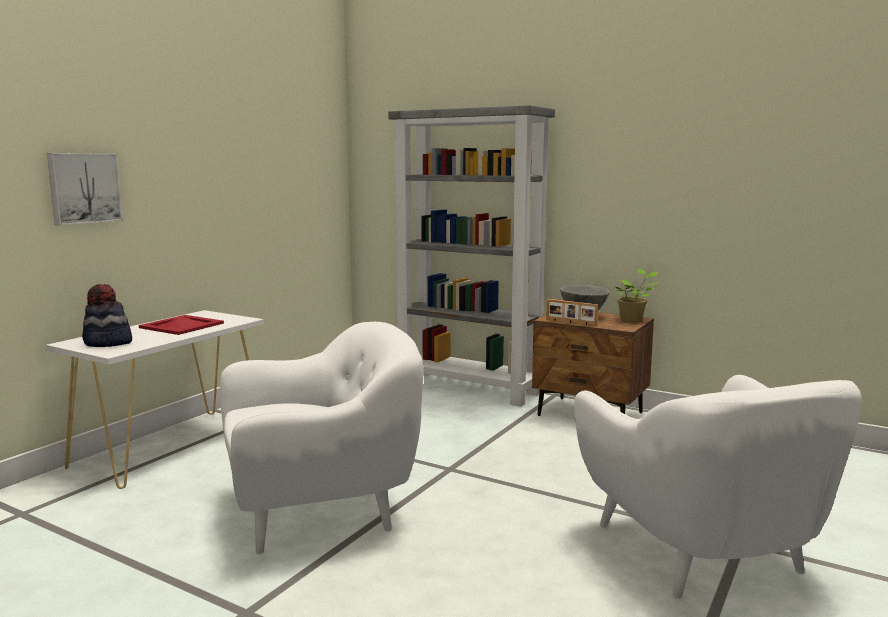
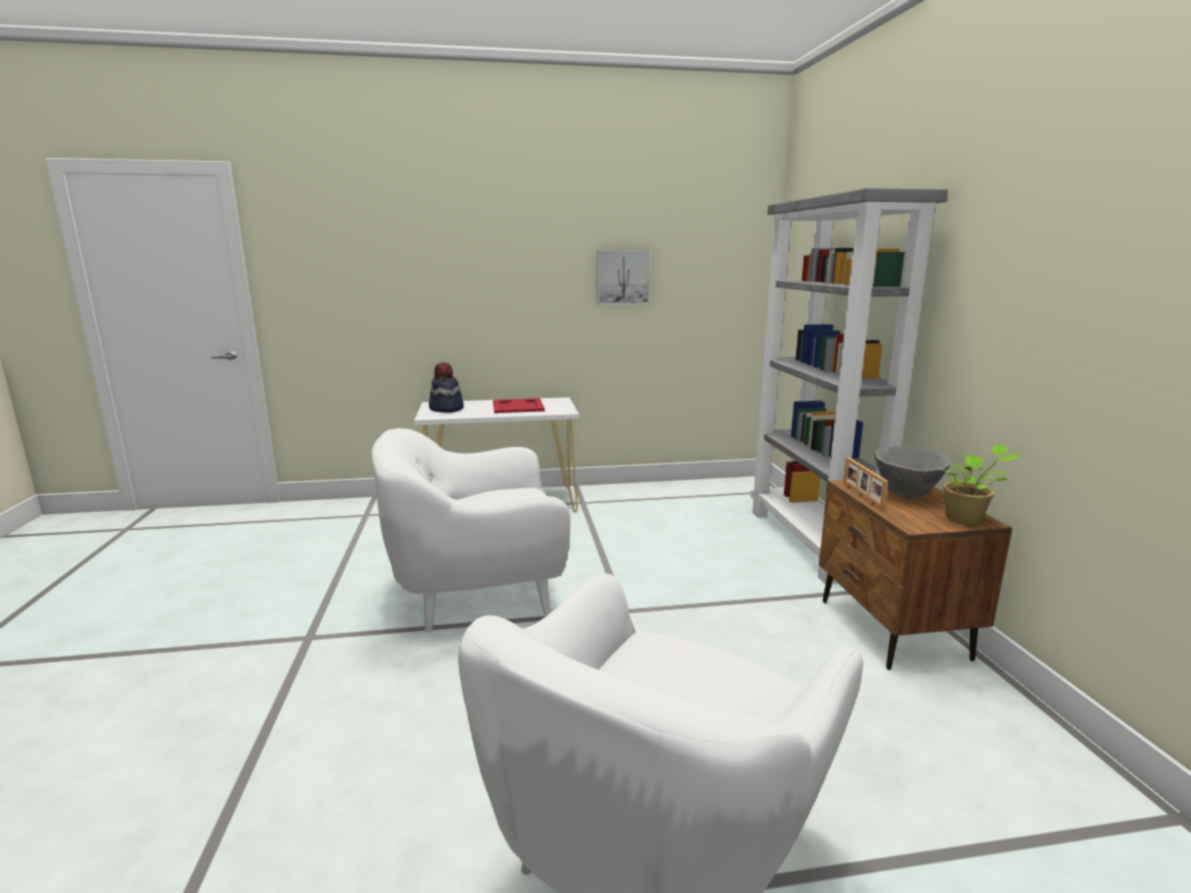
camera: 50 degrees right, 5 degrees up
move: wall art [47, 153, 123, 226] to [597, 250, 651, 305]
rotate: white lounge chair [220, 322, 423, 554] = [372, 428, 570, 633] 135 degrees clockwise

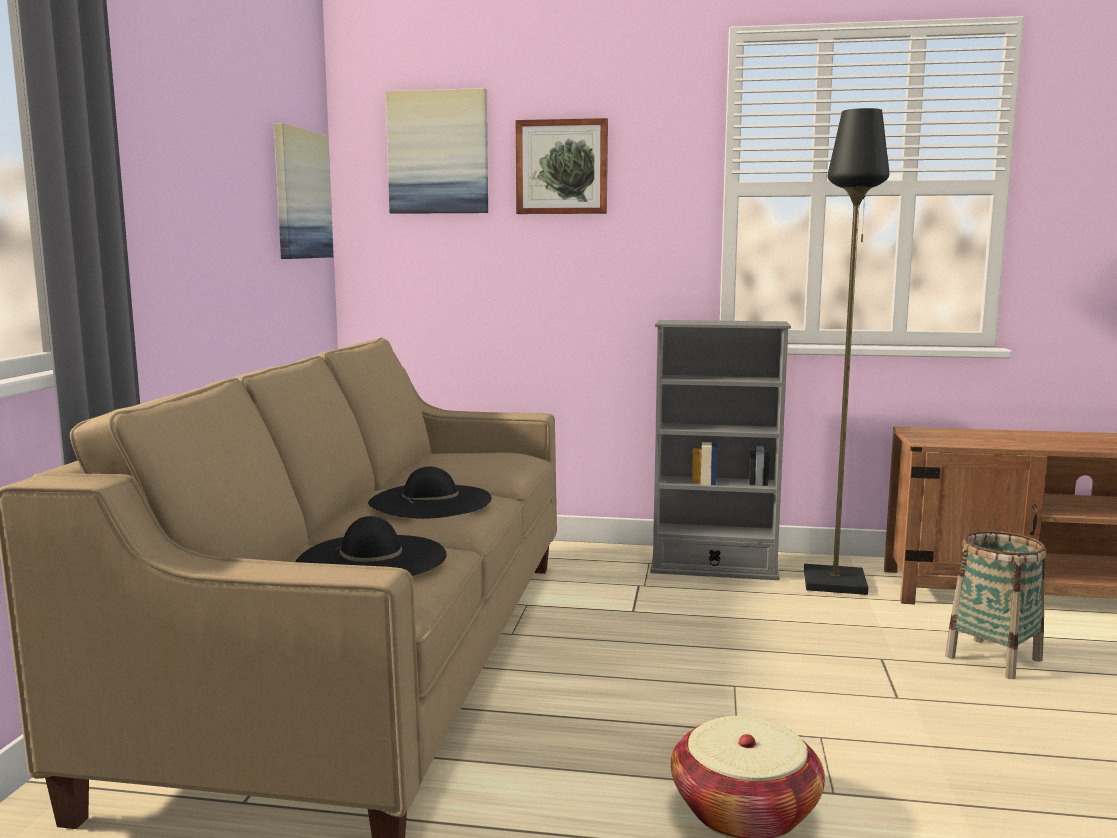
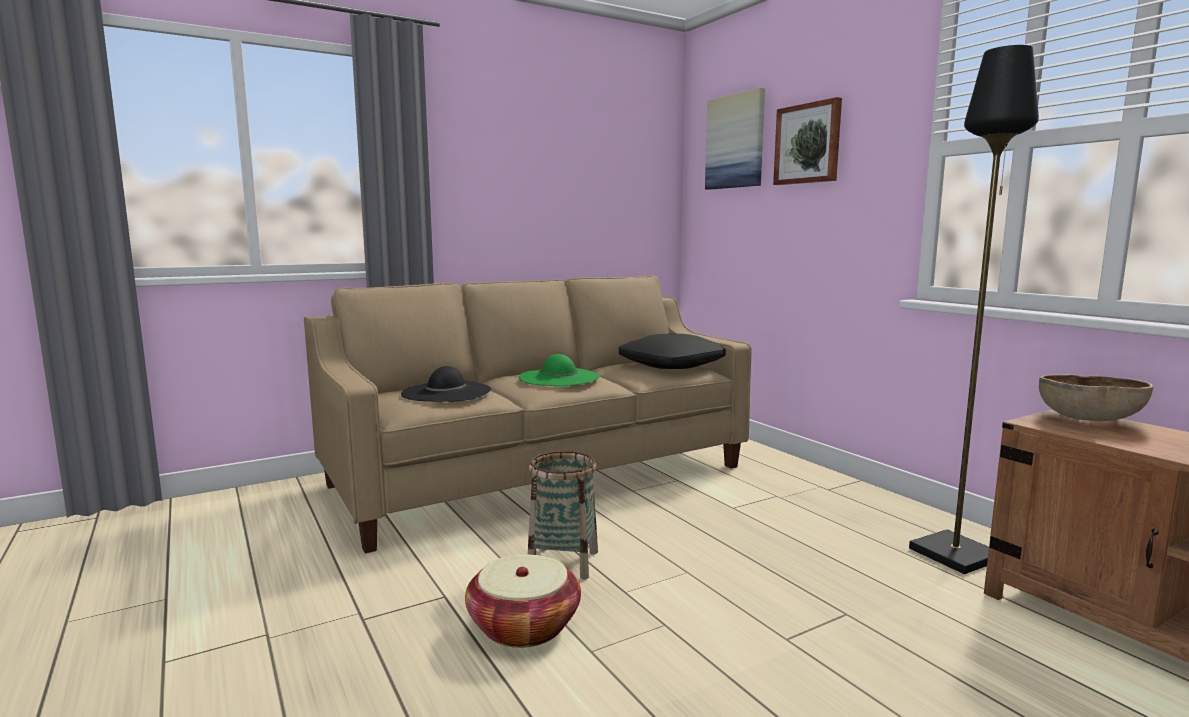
camera: 50 degrees right, 0 degrees up
delete: wall art [274, 123, 333, 259]; grey bookcase [650, 320, 791, 580]
insert: black-coloured throw pillow [619, 334, 726, 369]; brownish serving bowl [1039, 375, 1153, 421]
move: basket [945, 531, 1046, 679] to [528, 451, 598, 580]
recolor: black-coloured clothing hat [368, 467, 492, 519] to greenish clothing hat [519, 354, 600, 386]

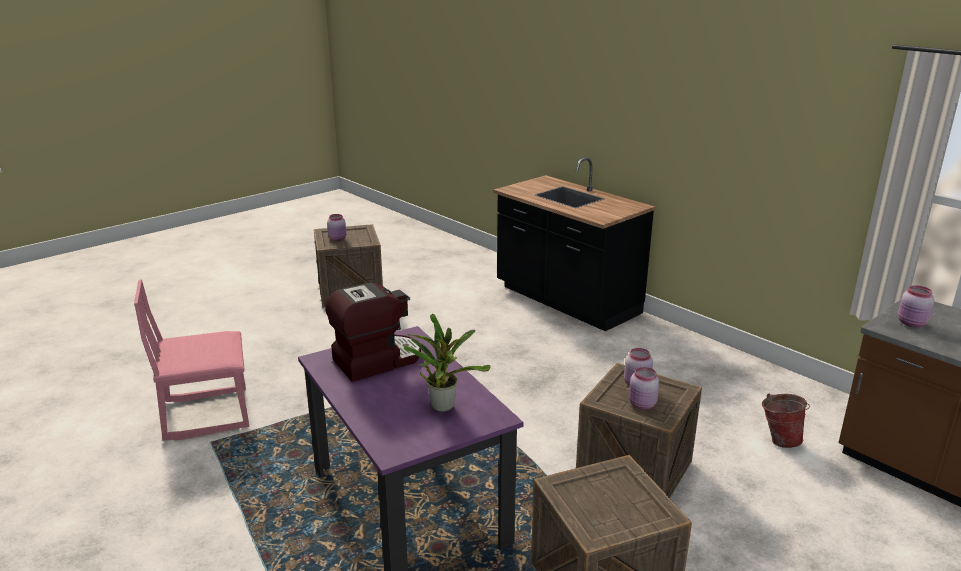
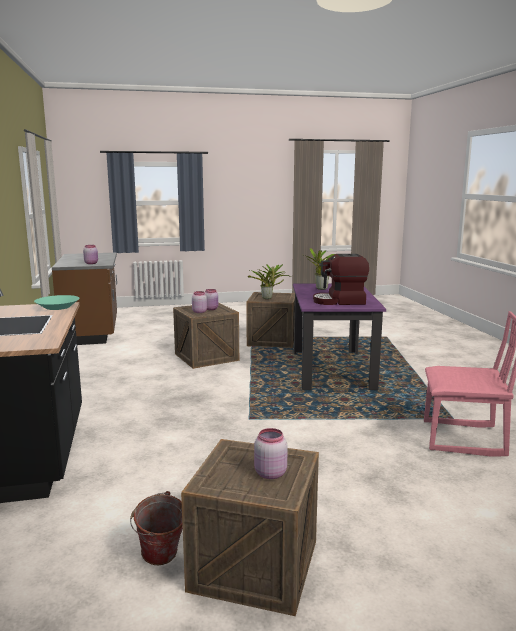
camera: 150 degrees left, 10 degrees down
insert: turquoise-coloured serving bowl [34, 295, 80, 310]; potted plant [248, 263, 291, 299]
move: water bucket [762, 394, 810, 448] to [130, 491, 183, 565]

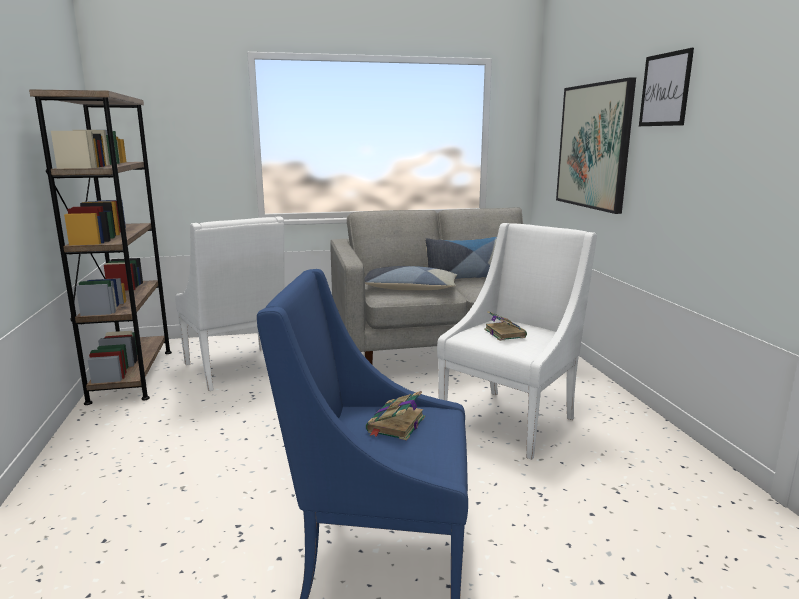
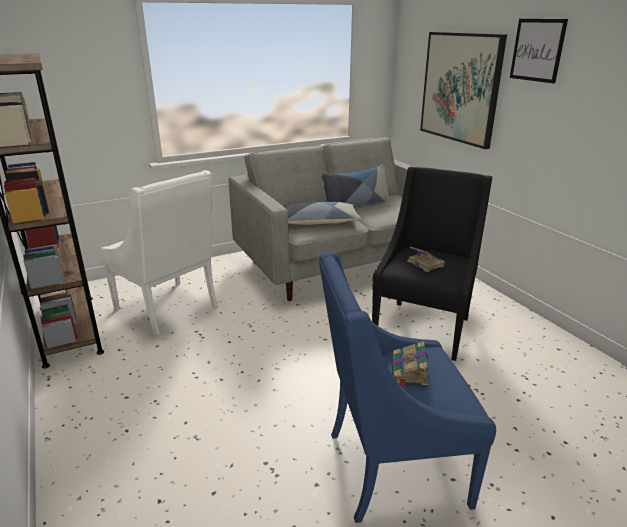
camera: 15 degrees left, 10 degrees up
recolor: white lounge chair [437, 223, 597, 460] to black-coloured lounge chair [372, 167, 492, 361]

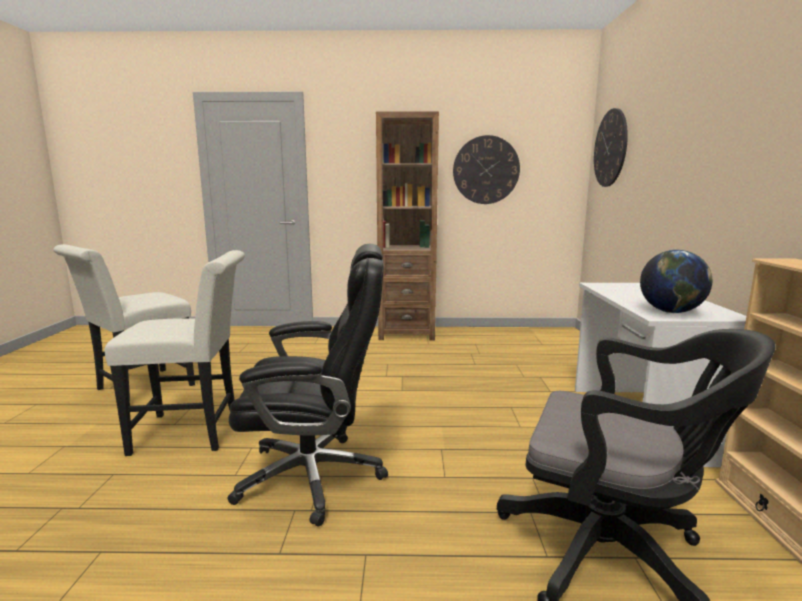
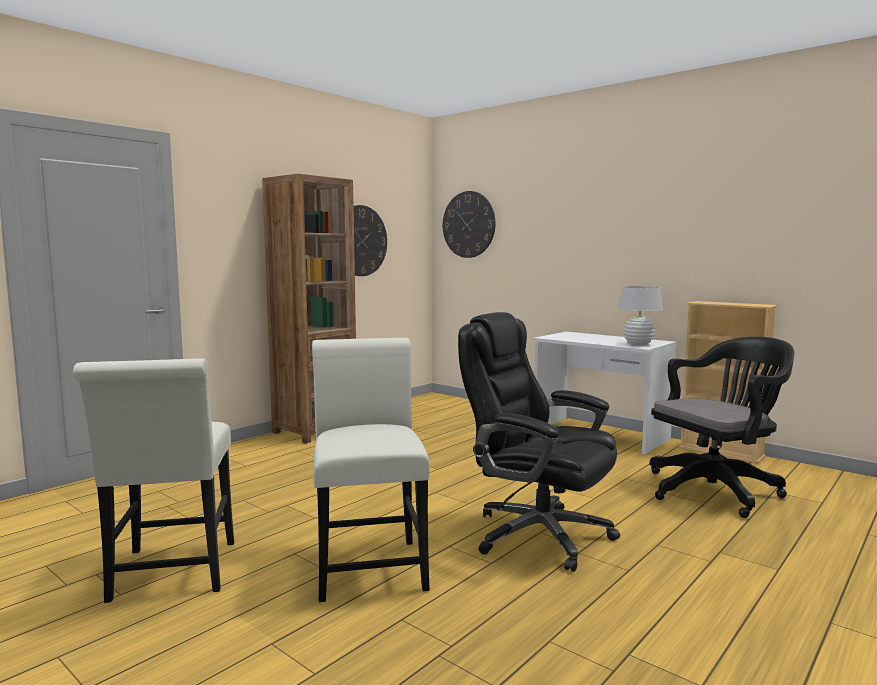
camera: 50 degrees left, 5 degrees down
replace: desk globe [640, 250, 713, 313] to white lamp for a table [618, 286, 663, 345]
rotate: white plain chair [104, 250, 245, 456] = [312, 338, 430, 602] 45 degrees counterclockwise; black-coloured computer chair [227, 244, 388, 527] = [458, 312, 620, 572] 90 degrees counterclockwise

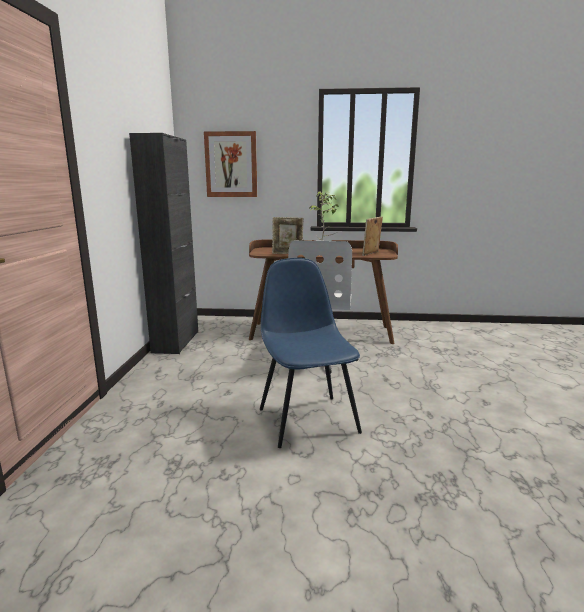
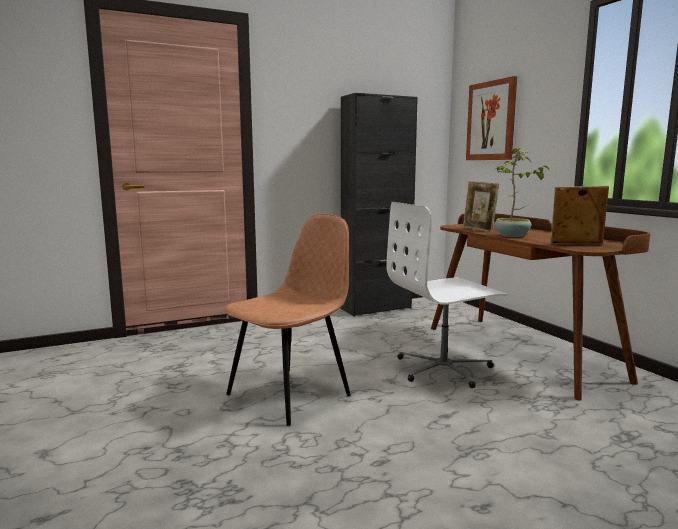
camera: 60 degrees right, 5 degrees down
recolor: blue-coloured plain chair [260, 258, 362, 448] to brownish plain chair [225, 214, 351, 426]

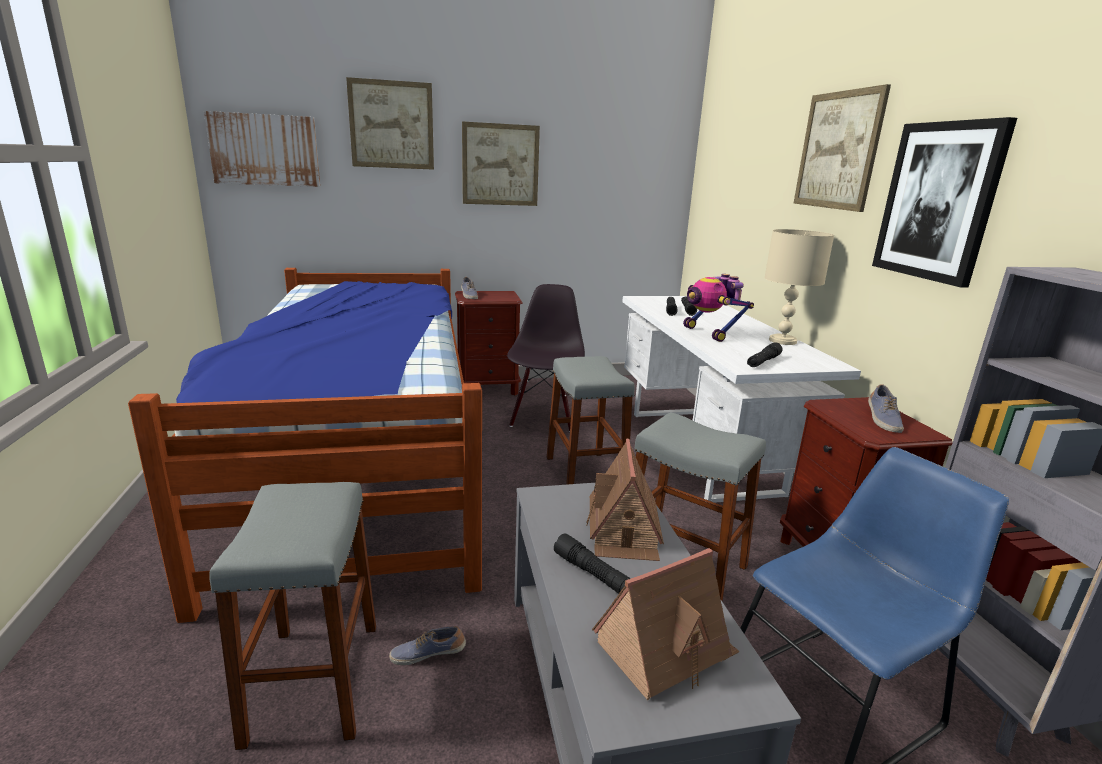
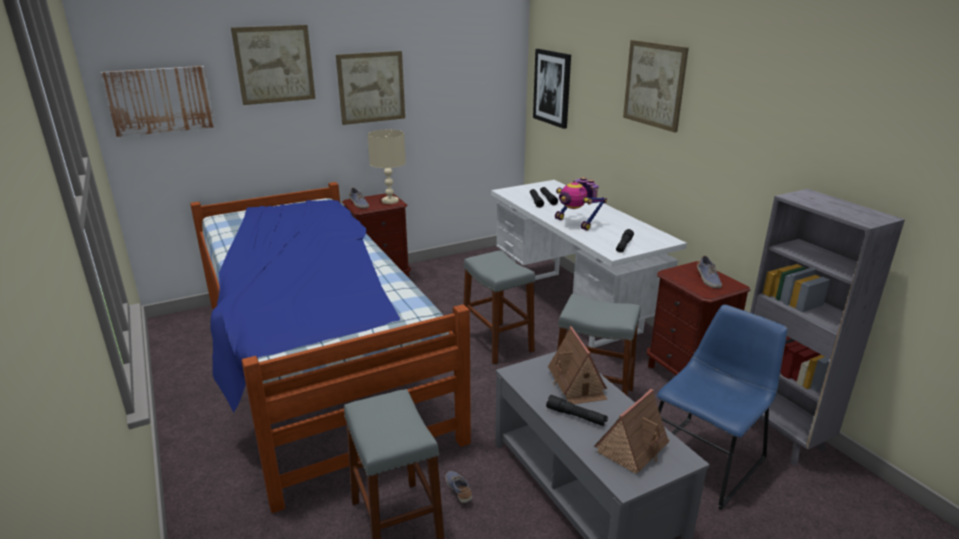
camera: 15 degrees left, 5 degrees up
delete: black-coloured plain chair [507, 284, 585, 431]
move: beige-coloured lamp for a table [764, 229, 834, 345] to [368, 130, 406, 204]; wall art [872, 117, 1017, 288] to [533, 49, 571, 129]
rotate: item of footwear [389, 626, 466, 665] = [445, 471, 472, 503] 90 degrees clockwise

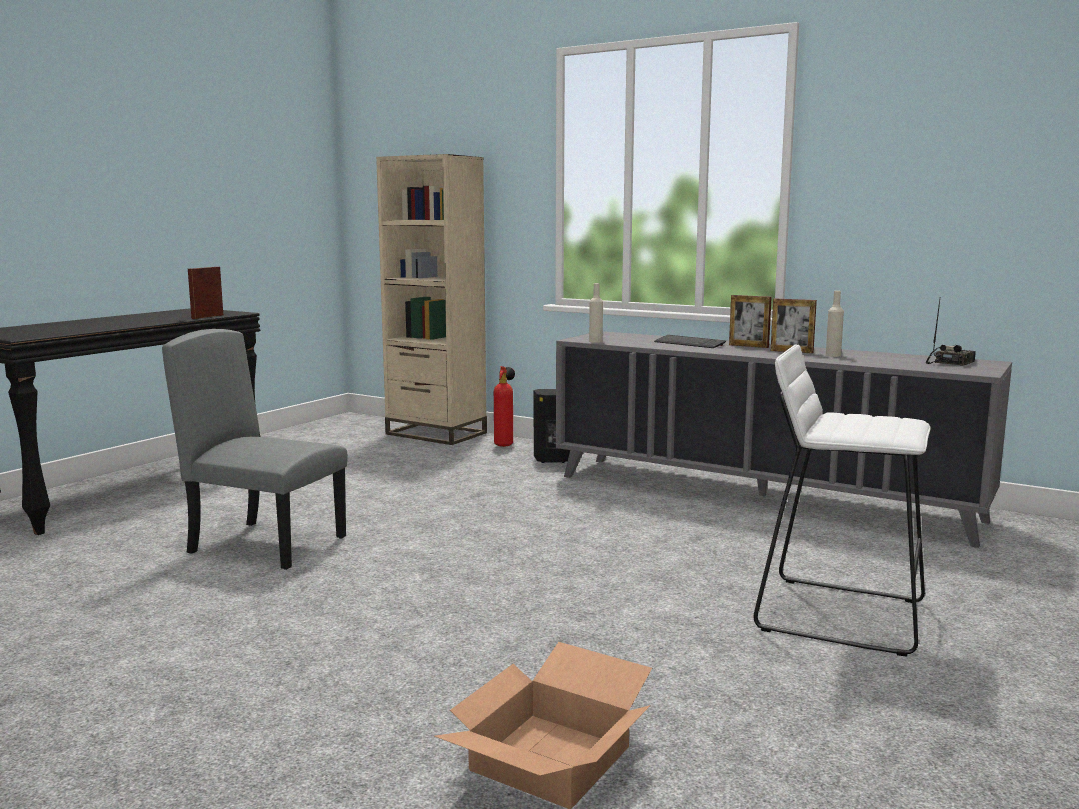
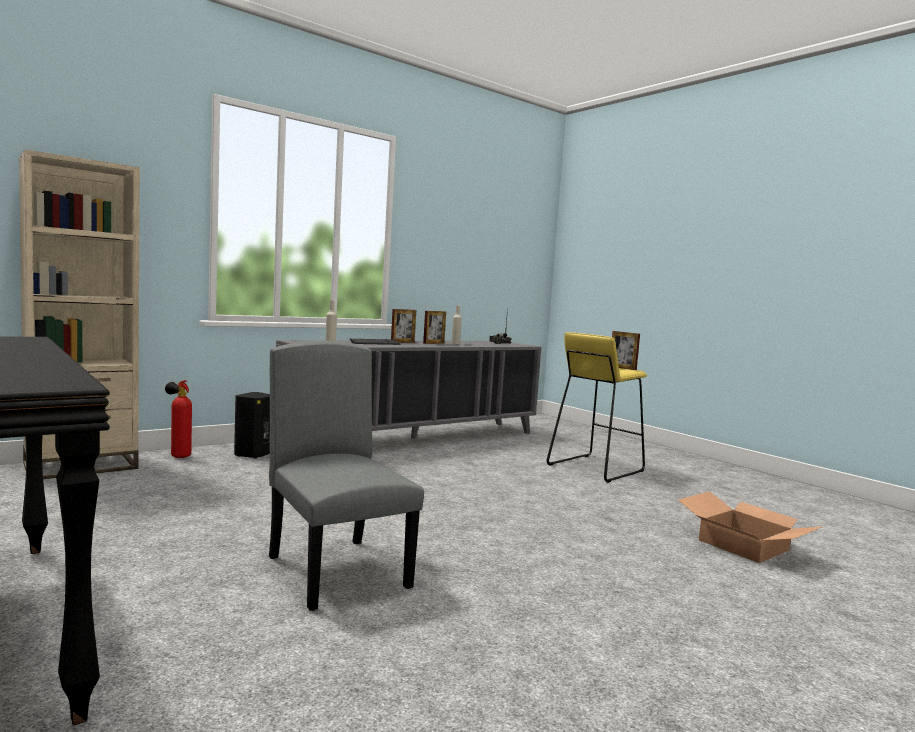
camera: 70 degrees left, 5 degrees down
move: picture frame [188, 267, 223, 319] to [612, 331, 640, 370]
recolor: white stool seat [754, 344, 931, 657] to yellow-coloured stool seat [547, 332, 647, 483]
rotate: grey plain chair [162, 329, 348, 570] = [269, 340, 424, 611] 105 degrees clockwise

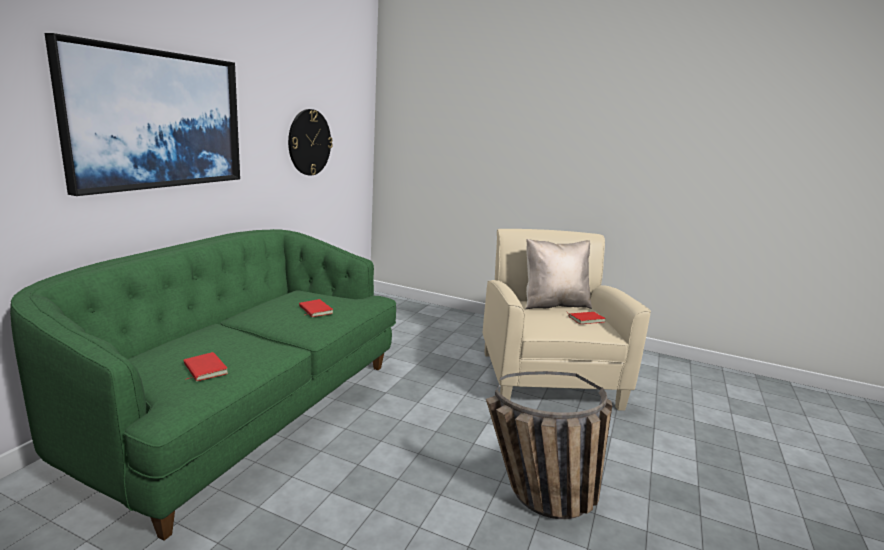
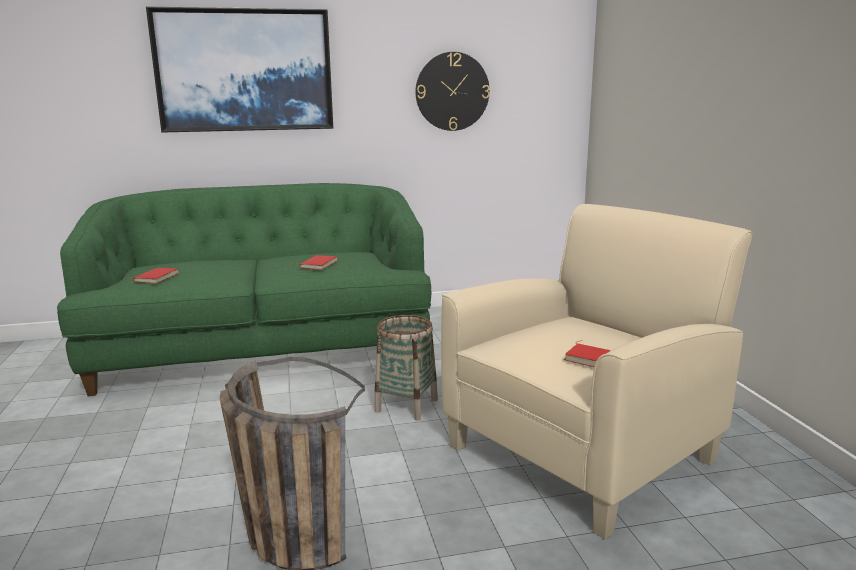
camera: 55 degrees right, 0 degrees up
delete: beige-coloured throw pillow [525, 239, 592, 309]
insert: basket [374, 315, 438, 420]

